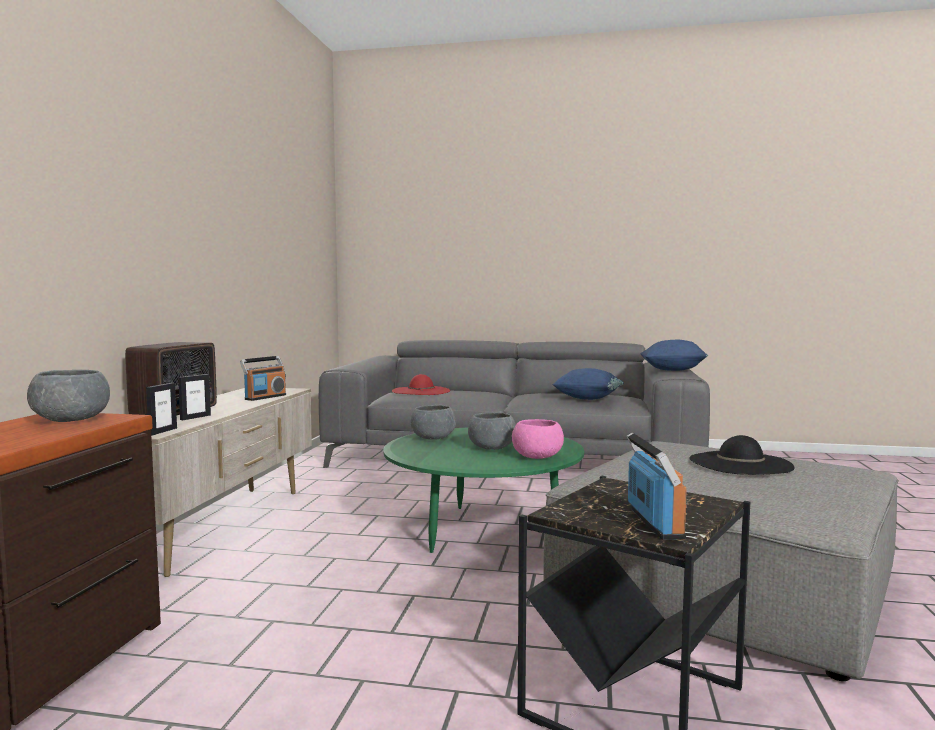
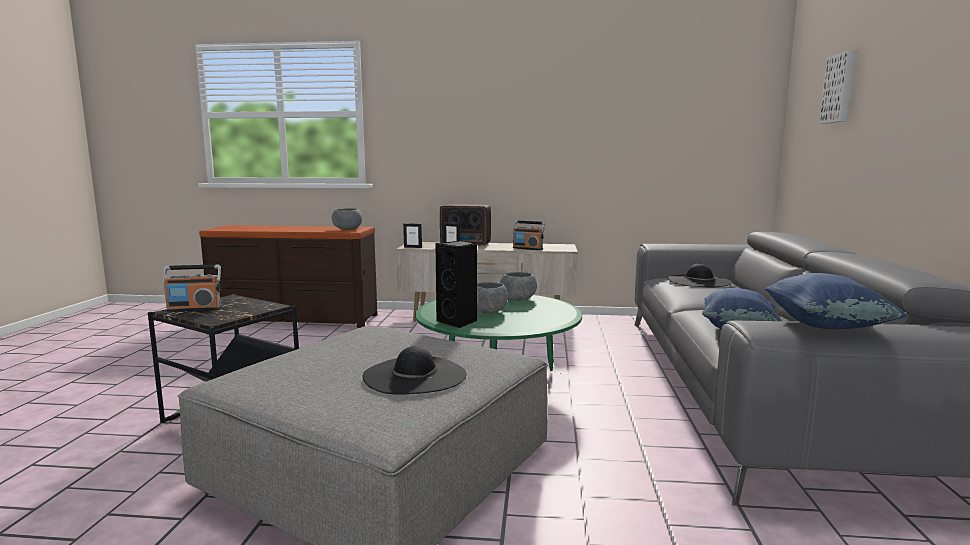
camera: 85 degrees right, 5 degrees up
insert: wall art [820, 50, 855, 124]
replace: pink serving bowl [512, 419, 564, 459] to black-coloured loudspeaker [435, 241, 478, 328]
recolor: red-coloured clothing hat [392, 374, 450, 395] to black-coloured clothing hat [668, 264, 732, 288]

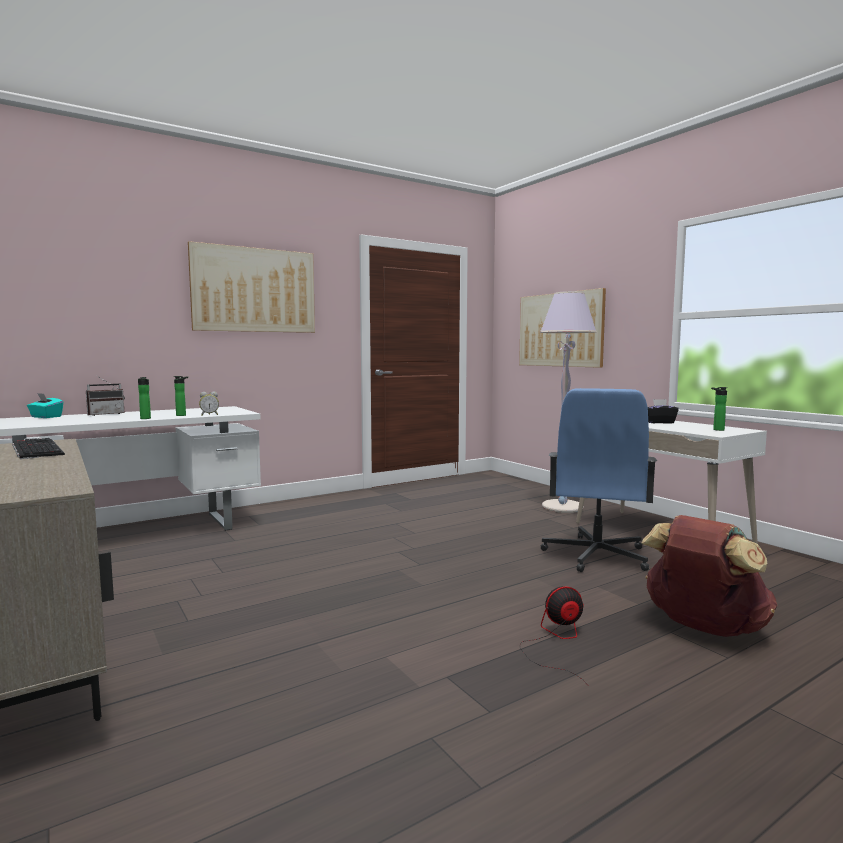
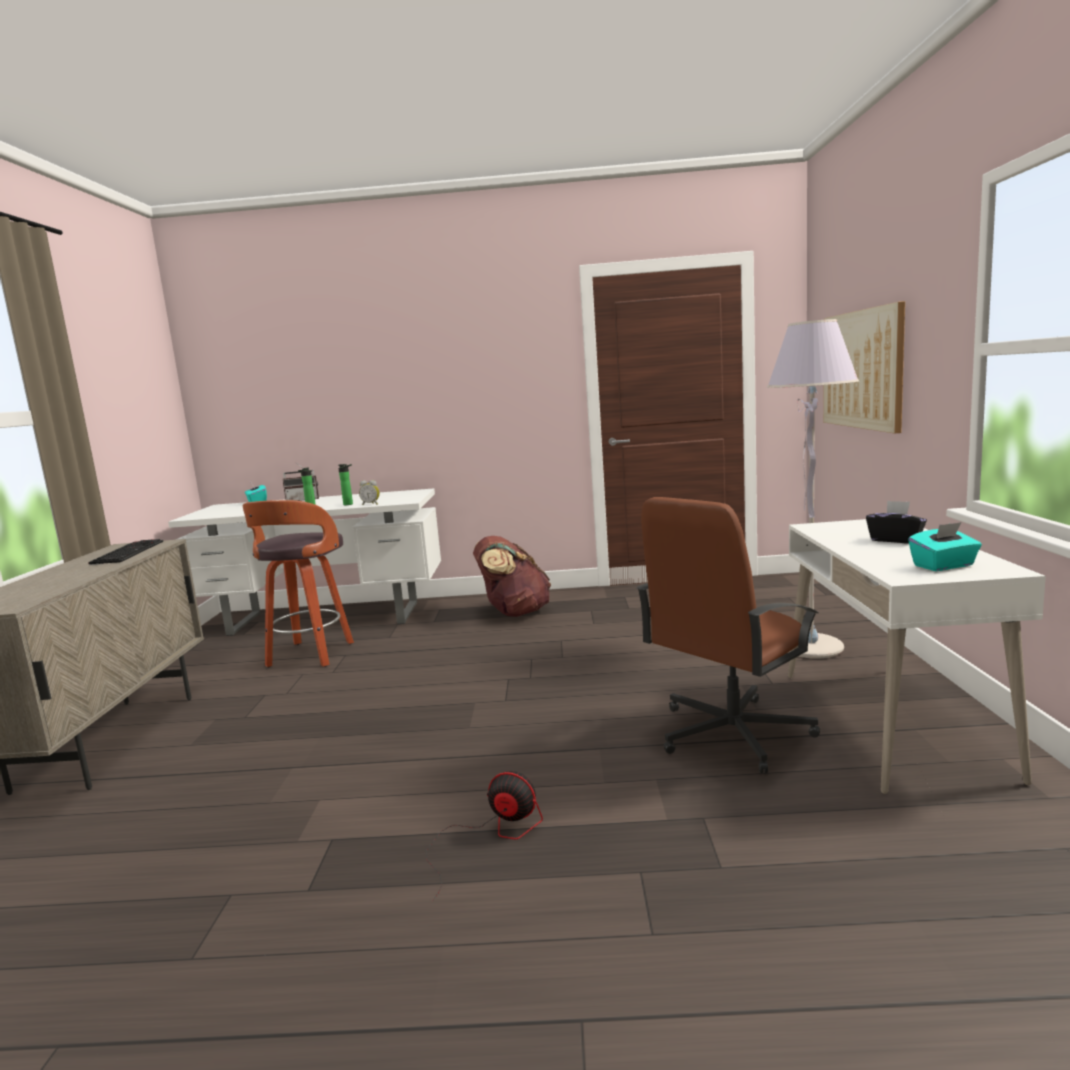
camera: 35 degrees right, 5 degrees up
delete: wall art [188, 241, 315, 333]
insert: stool seat [243, 500, 354, 667]
move: brownish rucksack [642, 515, 777, 637] to [473, 536, 551, 617]
replace: beverage bottle [711, 387, 728, 431] to turquoise-coloured tissue holder [908, 522, 982, 571]
recolor: blue-coloured computer chair [541, 388, 657, 572] to brownish computer chair [637, 497, 820, 774]

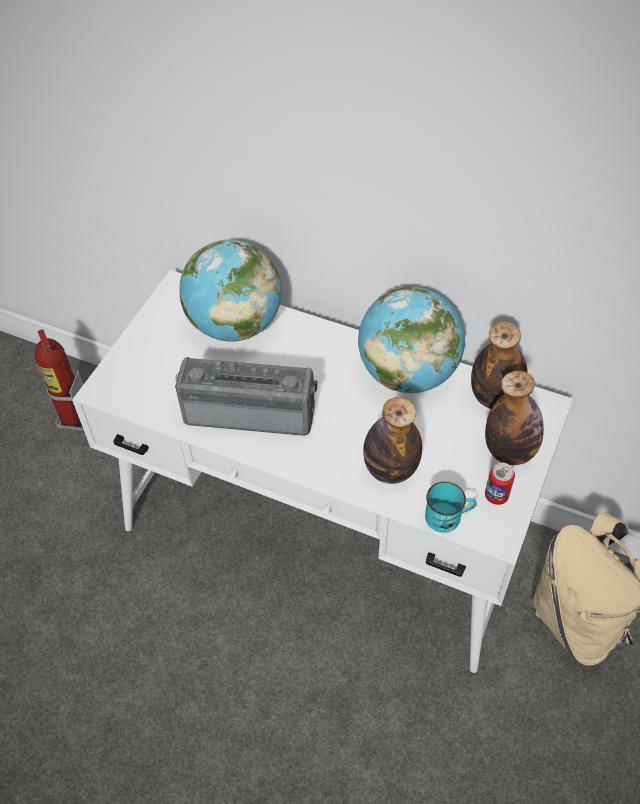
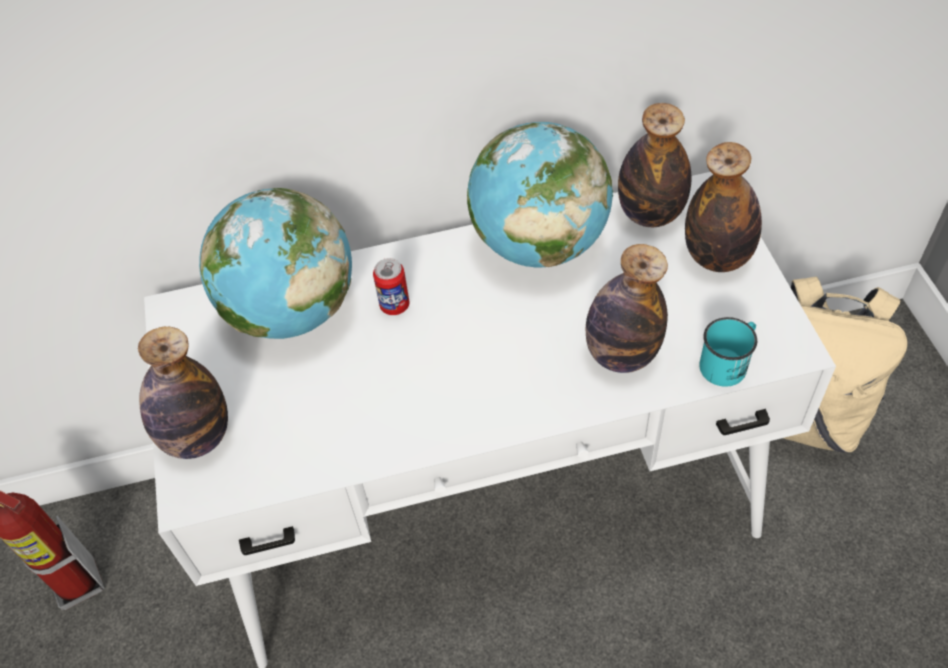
camera: 35 degrees left, 0 degrees up
delete: radio receiver [175, 357, 318, 436]
insert: beverage bottle [138, 326, 228, 459]
move: metal can [485, 463, 515, 505] to [373, 258, 410, 315]

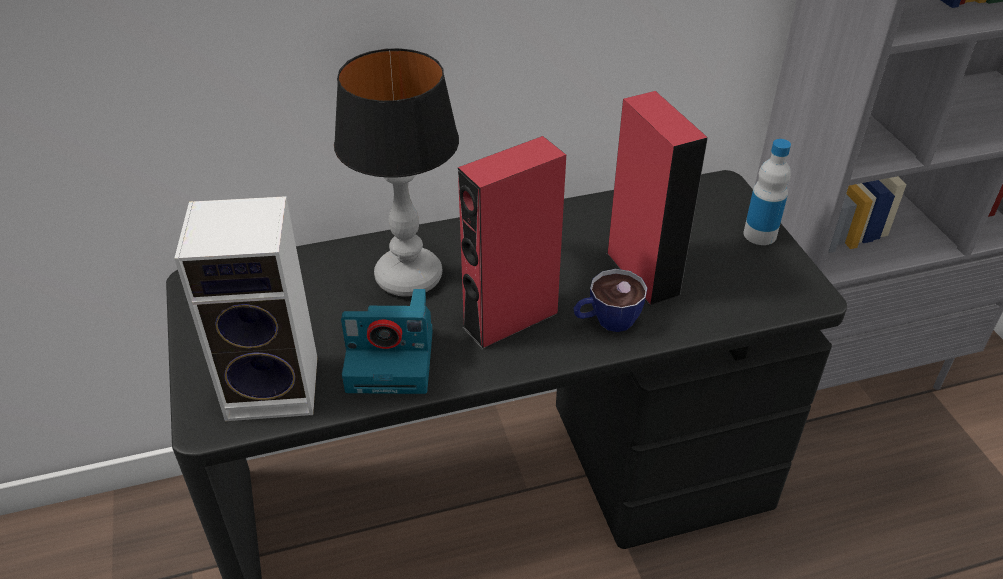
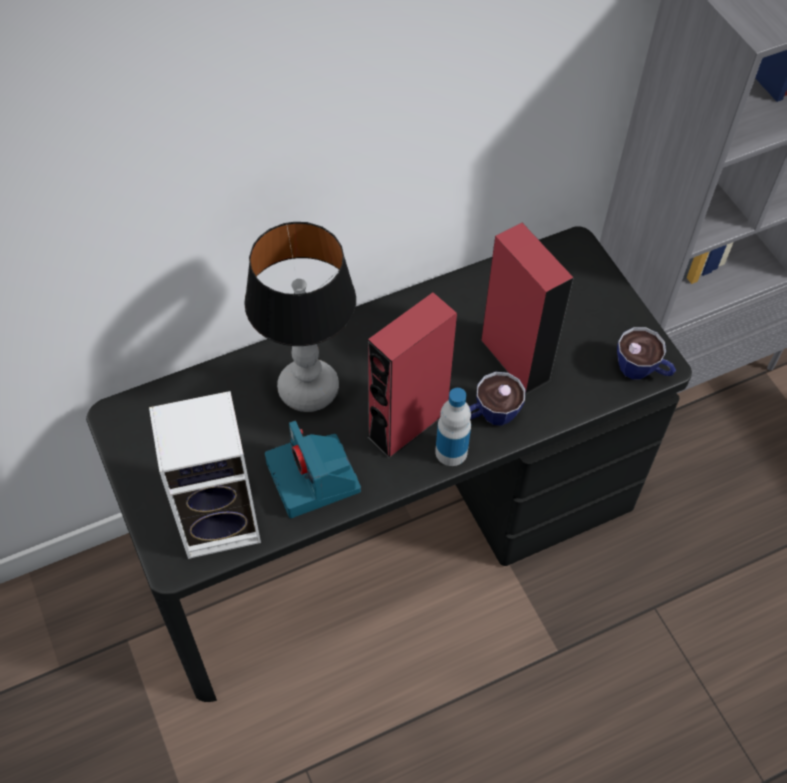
camera: 10 degrees left, 15 degrees up
insert: small cup [617, 327, 676, 379]
move: beverage bottle [744, 139, 791, 245] to [435, 388, 471, 466]
rotate: still camera [341, 289, 433, 394] = [265, 421, 361, 518] 75 degrees clockwise

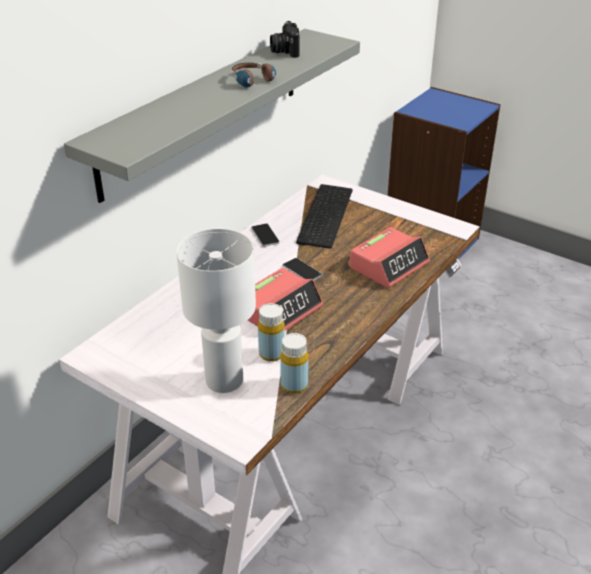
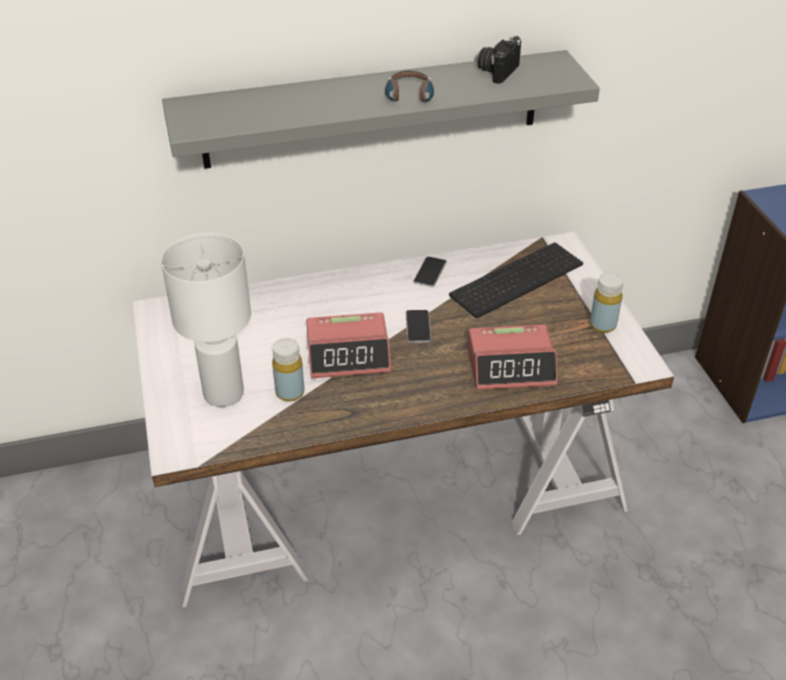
camera: 40 degrees right, 5 degrees up
move: yellow-coloured beverage bottle [280, 333, 308, 394] to [590, 273, 624, 333]

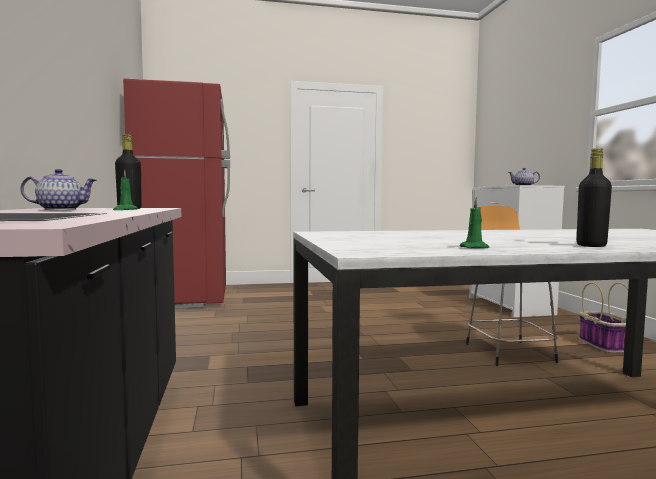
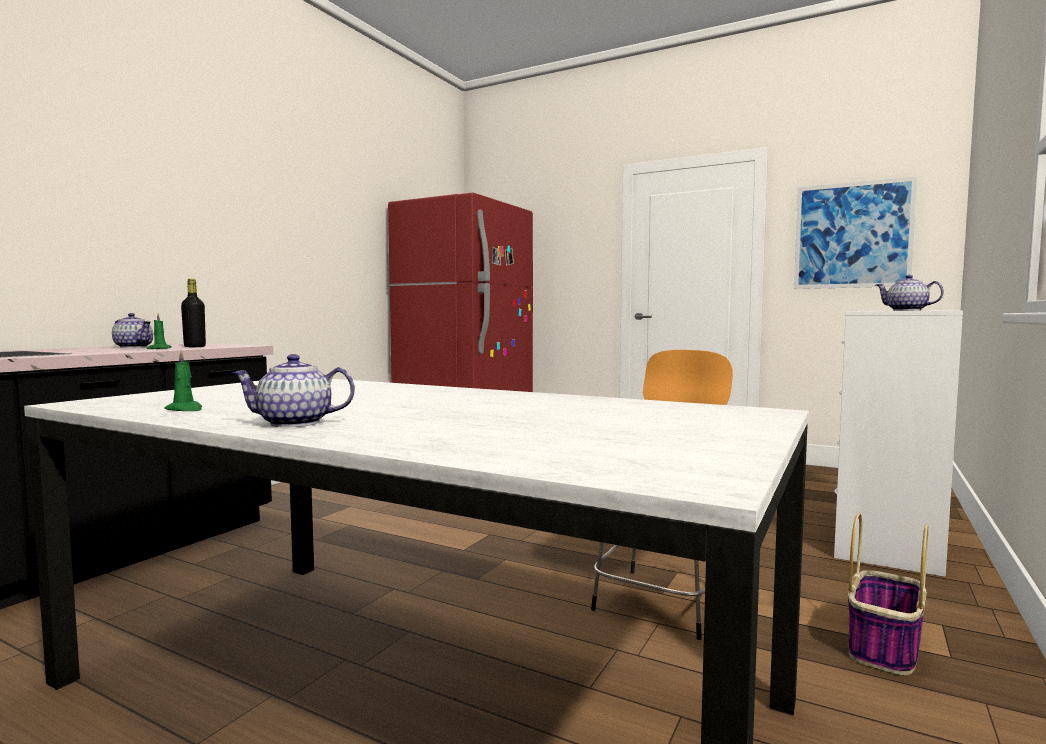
camera: 40 degrees right, 0 degrees up
insert: wall art [794, 176, 917, 289]
replace: black-coloured beverage bottle [577, 148, 612, 247] to pot for tea [231, 354, 355, 427]

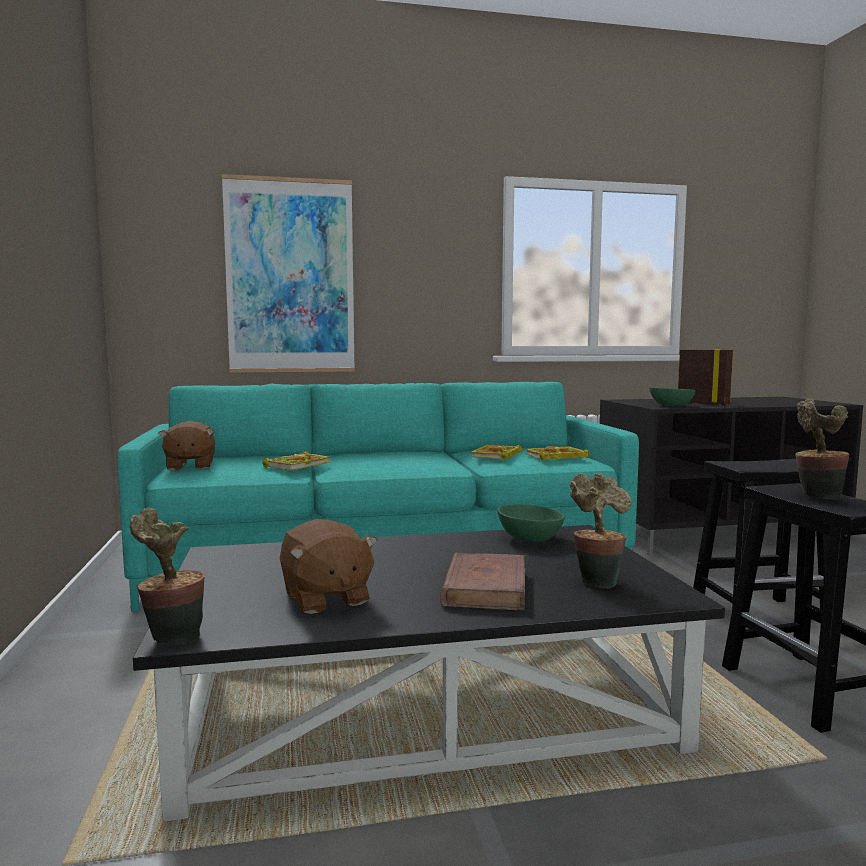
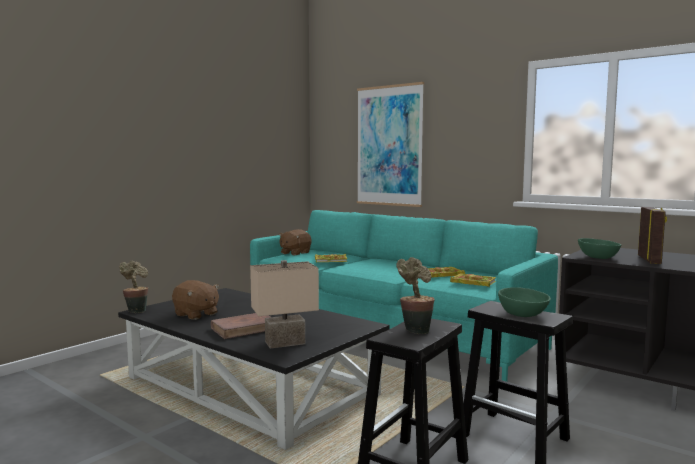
camera: 50 degrees right, 0 degrees up
move: greenish serving bowl [497, 504, 565, 542] to [498, 287, 551, 317]
replace: potted plant [569, 473, 632, 589] to beige-coloured lamp for a table [250, 260, 319, 349]
rotate: brownish plush toy [280, 519, 378, 614] = [172, 280, 220, 320] 75 degrees counterclockwise

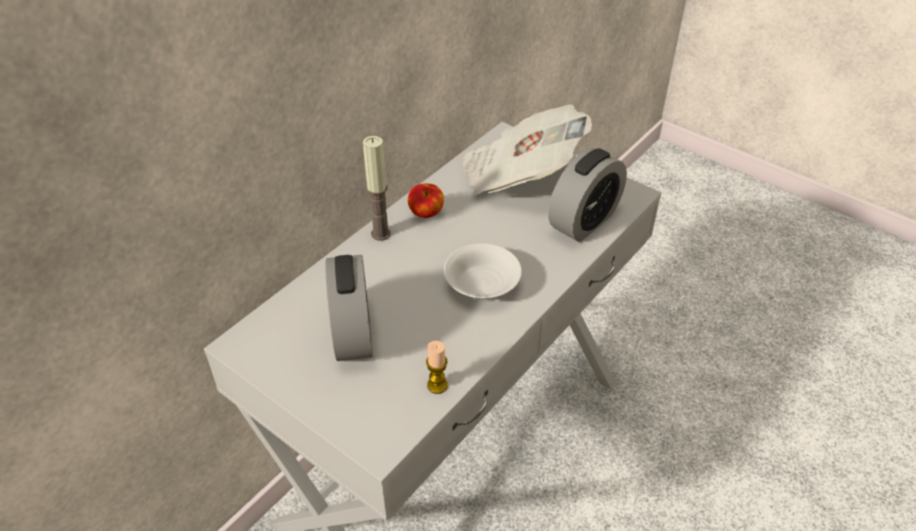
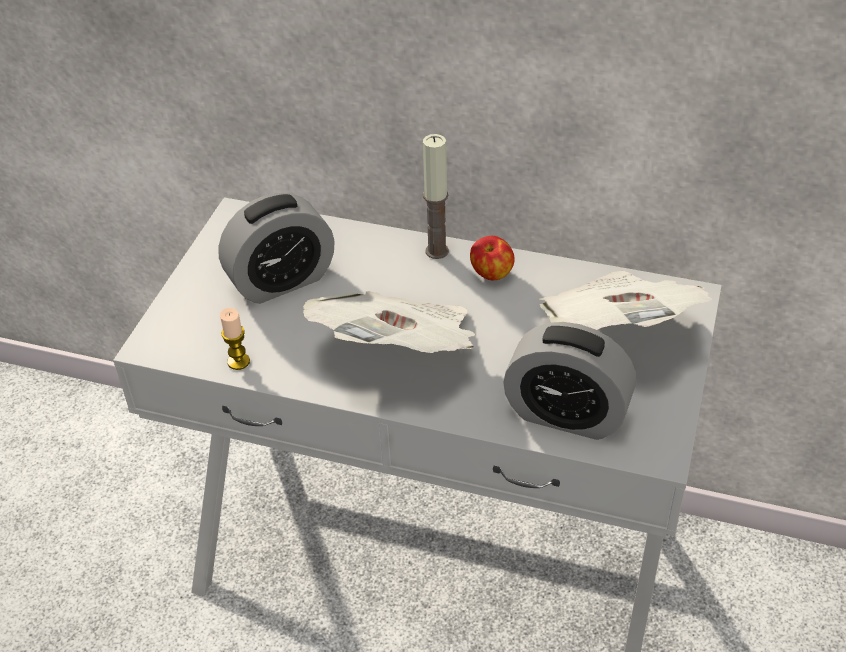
camera: 70 degrees right, 0 degrees up
replace: white serving bowl [444, 243, 522, 300] to newspaper [303, 291, 476, 353]

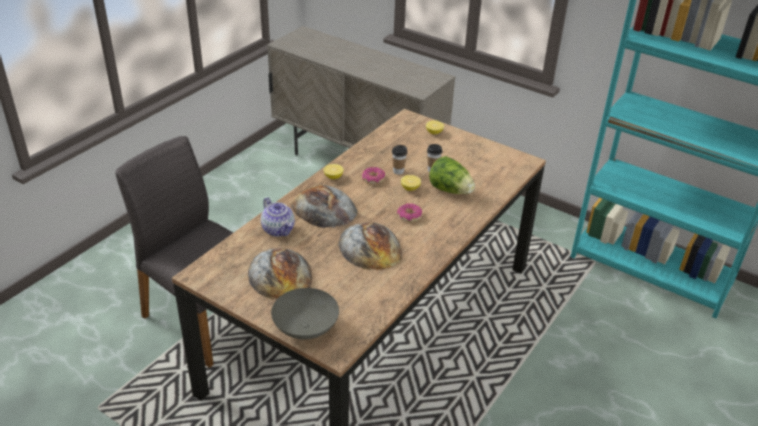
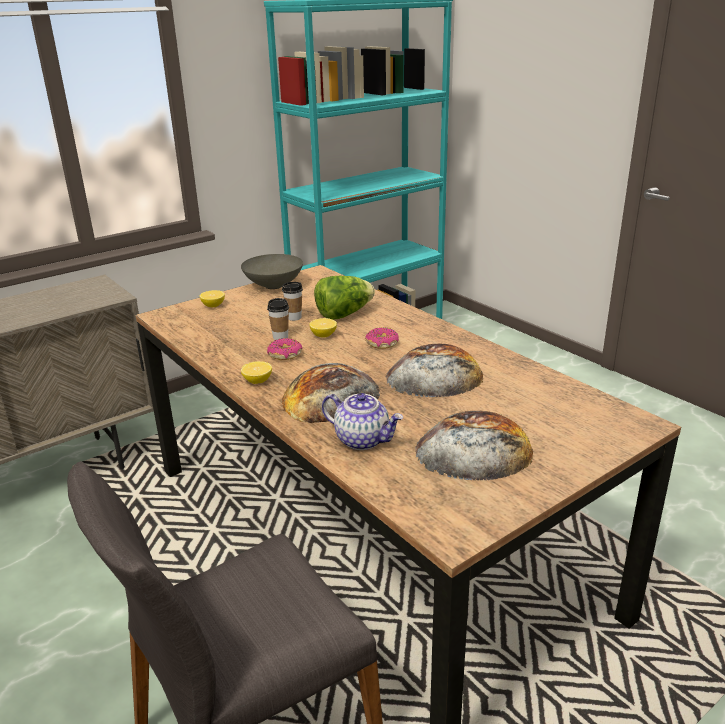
camera: 70 degrees left, 10 degrees down
move: grey serving bowl [271, 288, 339, 340] to [241, 254, 303, 289]
rotate: pot for tea [261, 198, 295, 237] = [322, 393, 403, 450] 45 degrees clockwise

